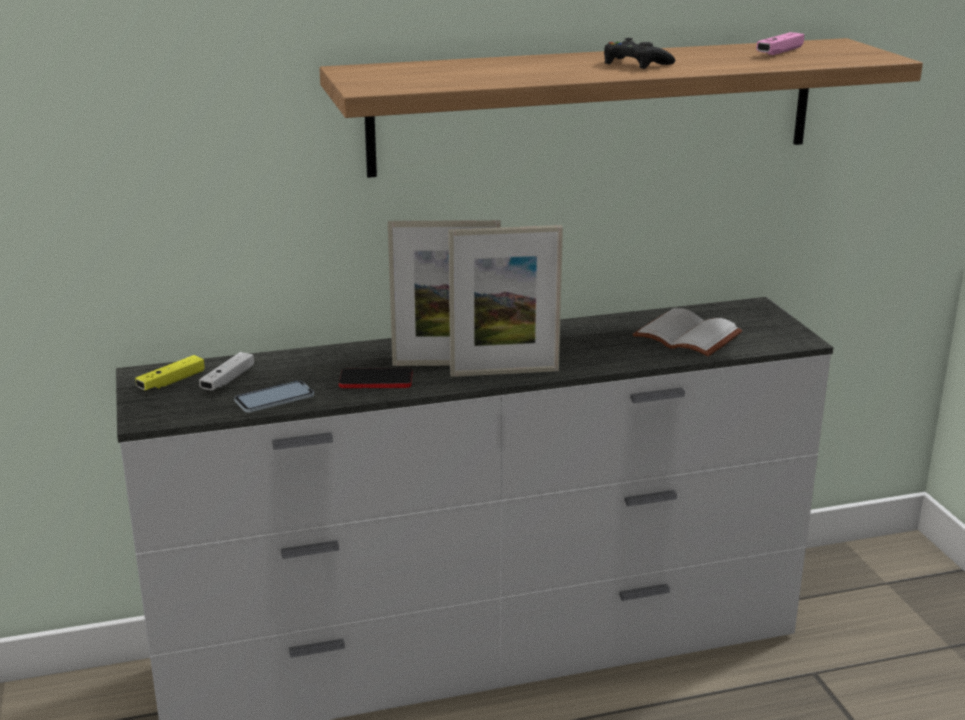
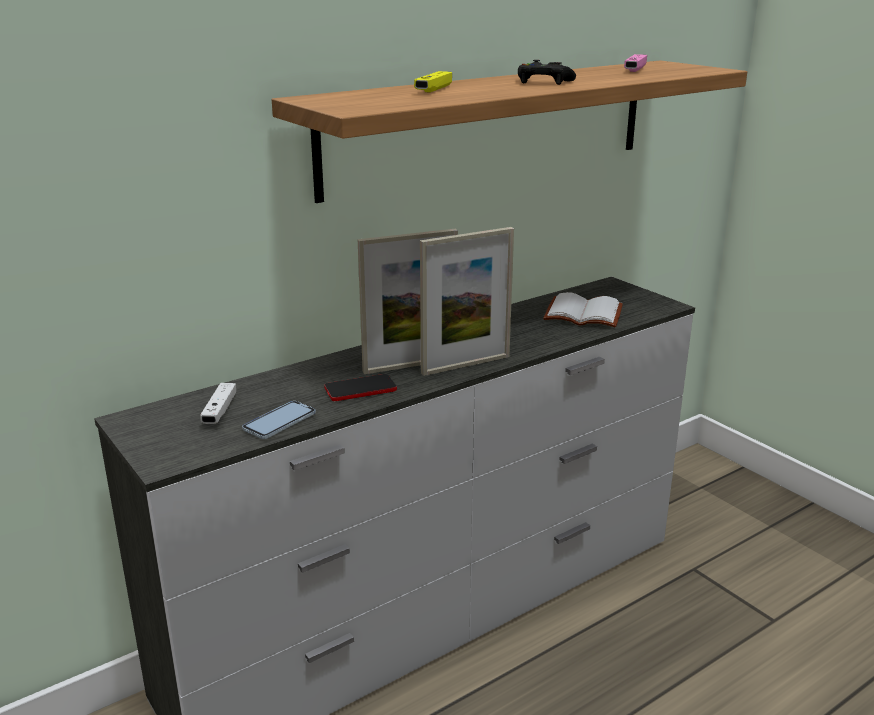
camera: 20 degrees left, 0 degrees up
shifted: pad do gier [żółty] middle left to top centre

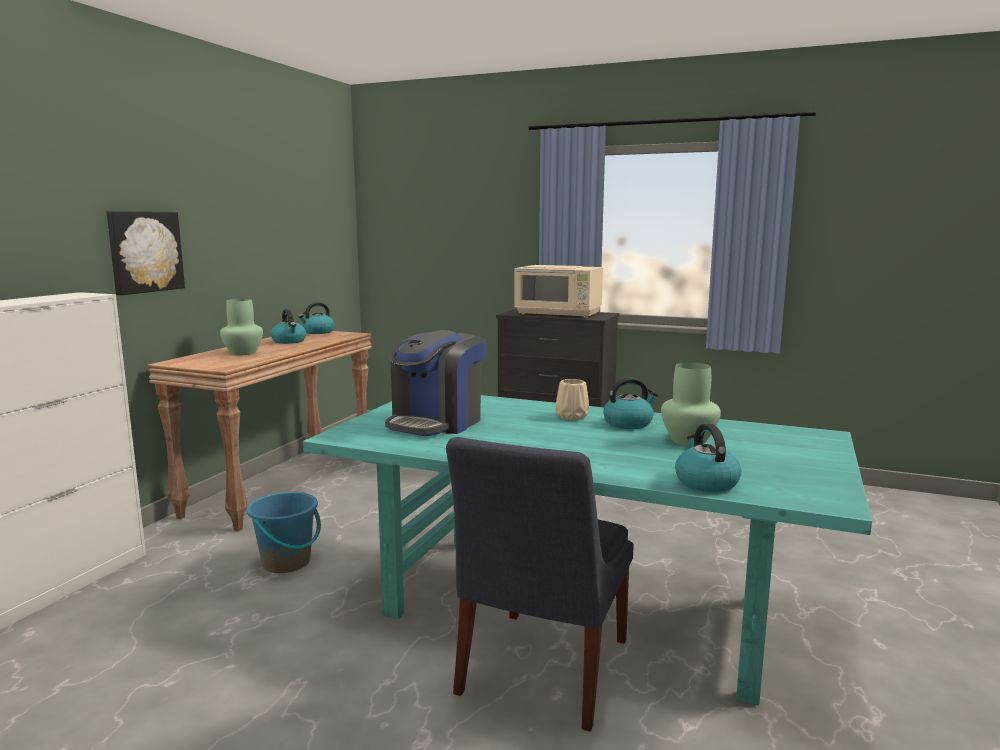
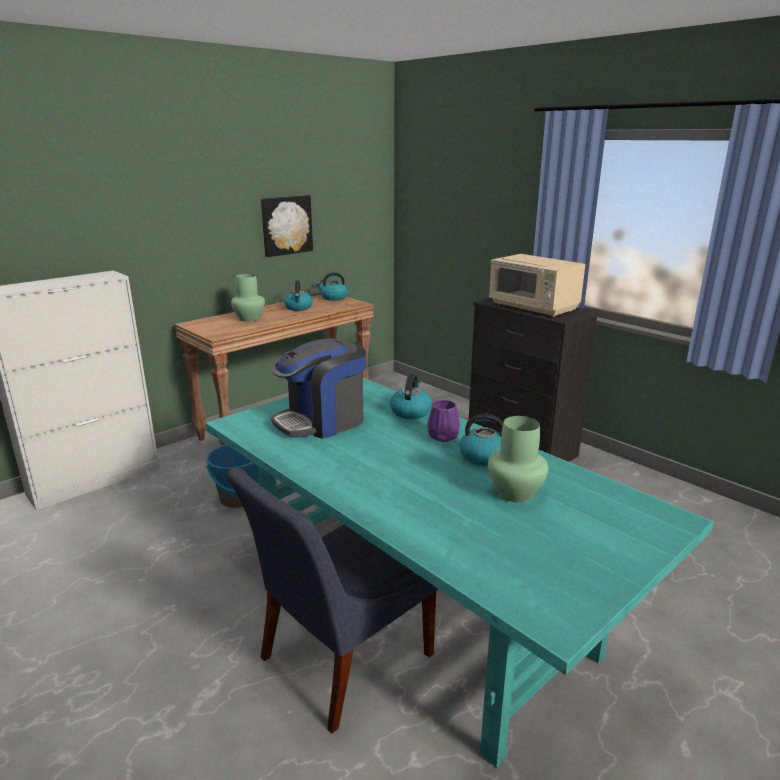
camera: 25 degrees right, 10 degrees up
shifted: obraz middle left to top centre; czajnik (no. 4 from left in the first image) middle right to czajnik (no. 3 from left) centre
repainted: wazon [beżowy] centre to wazon [fioletowy] centre

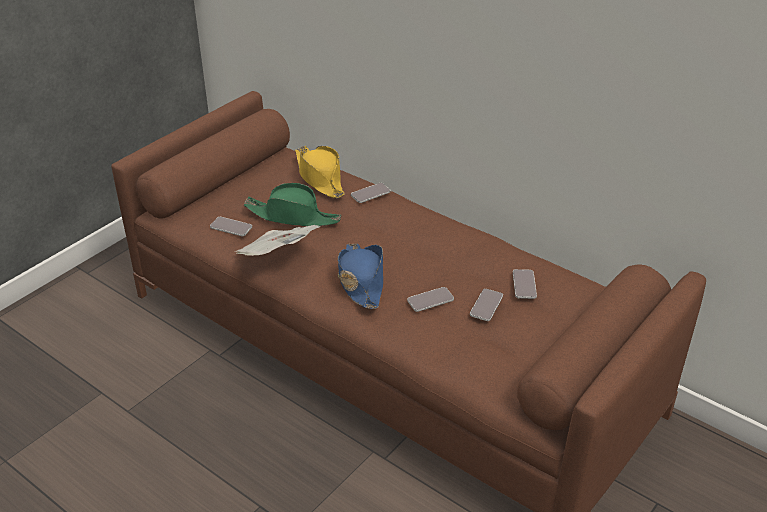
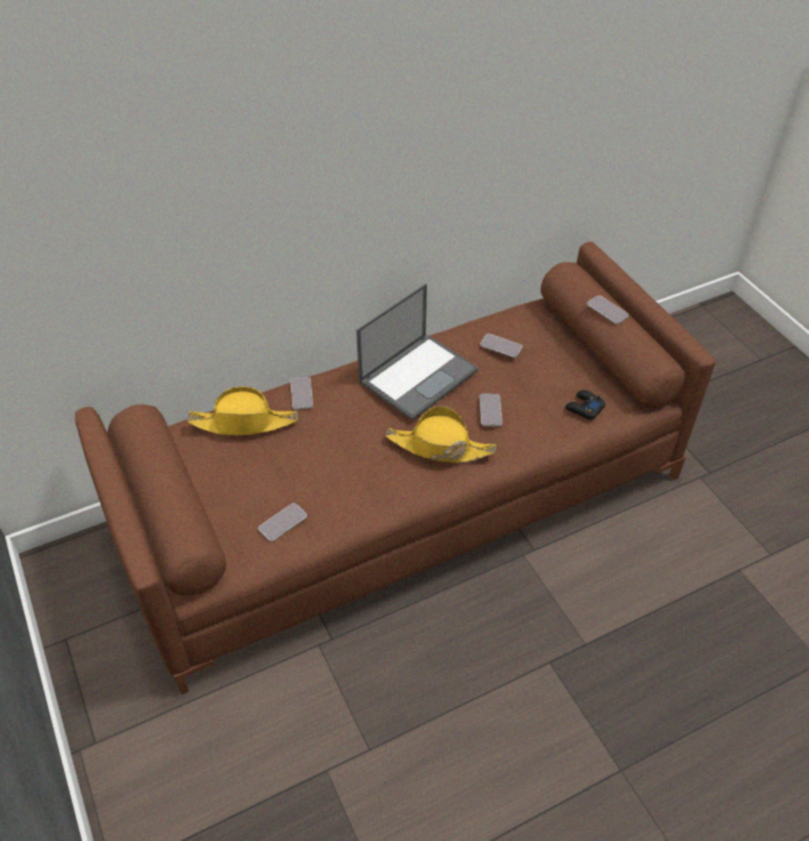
camera: 65 degrees left, 10 degrees up
gone: kapelusz [zielony] centre; gazeta centre
new: laptop centre; pad do gier [czarny] middle right
shifted: telefon (no. 4 from left in the first image) centre to telefon (no. 5 from left) middle right
repainted: kapelusz [niebieski] centre to kapelusz [żółty] (no. 2 from left) centre

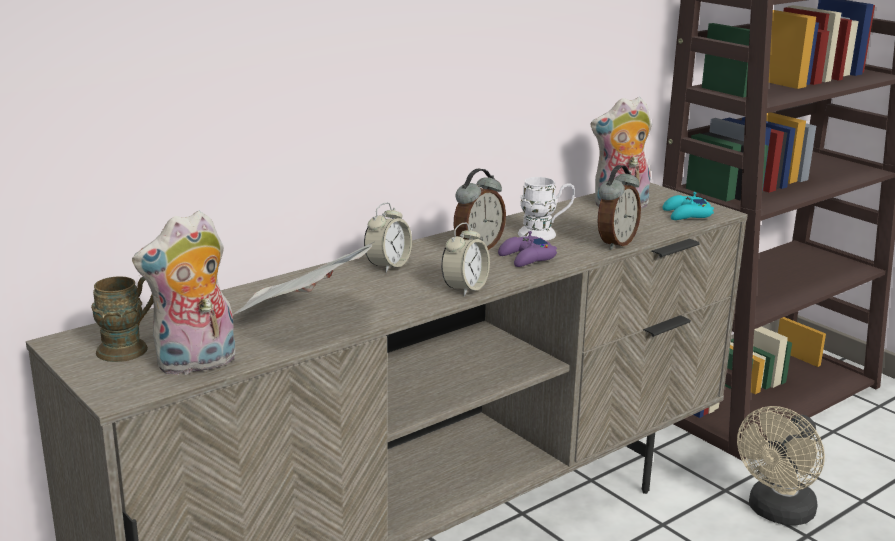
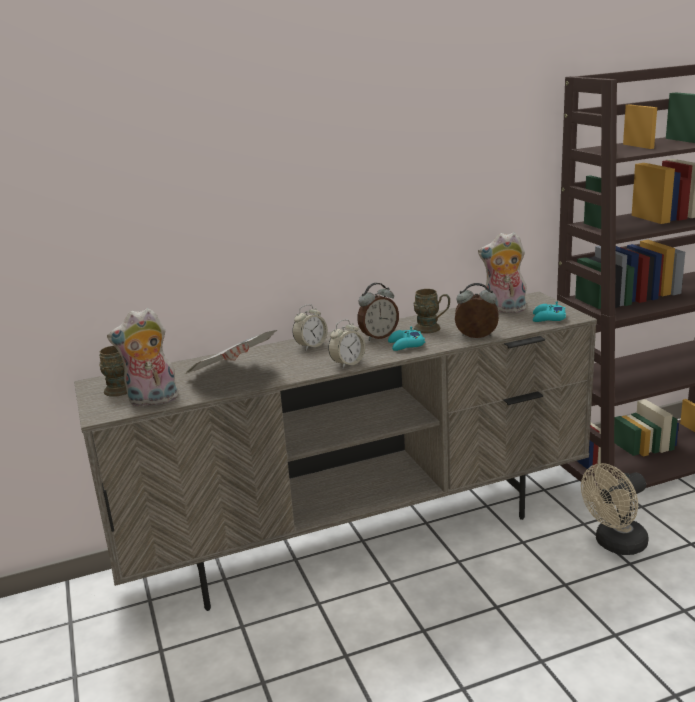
camera: 20 degrees right, 0 degrees up
repainted: kubek [biały] centre to kubek [brązowy] (no. 2 from left) centre; pad do gier [fioletowy] centre to pad do gier [turkusowy] (no. 1 from left) centre
rotated: budzik (no. 4 from left) middle right = middle right 135 degrees counterclockwise

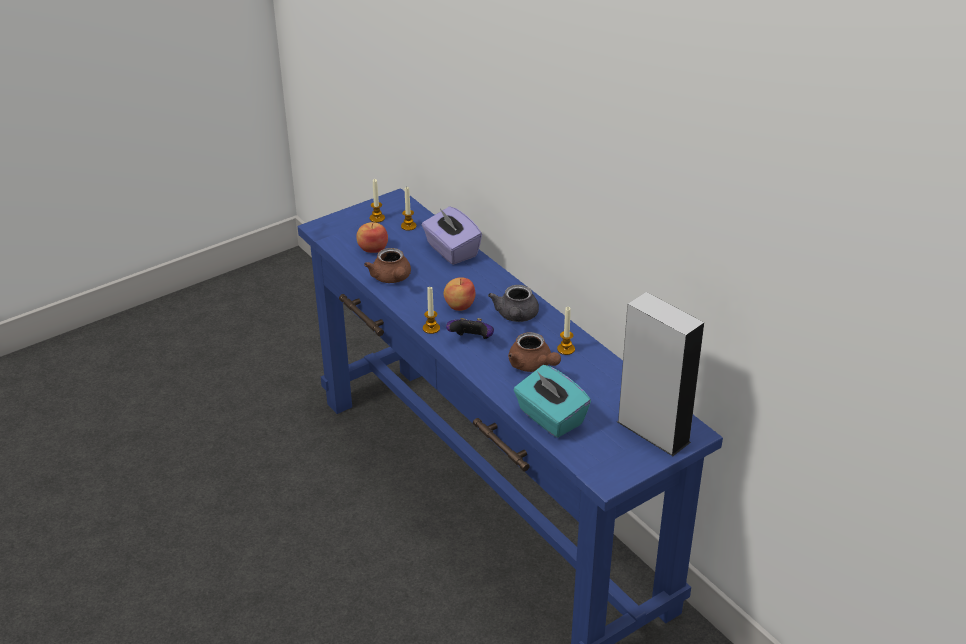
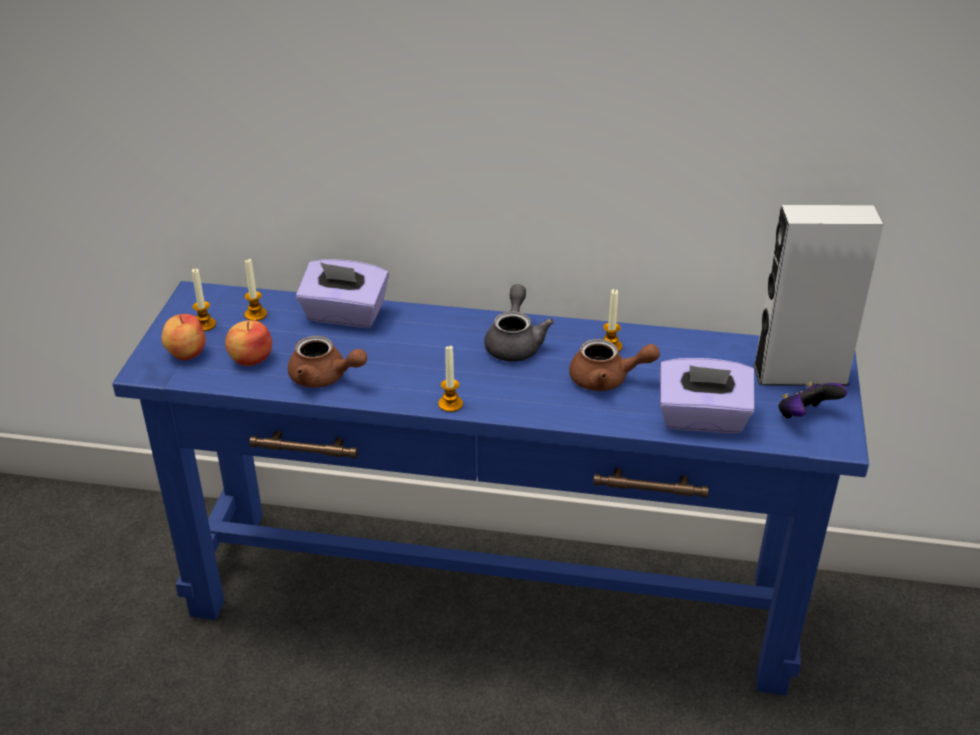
camera: 45 degrees left, 0 degrees up
shifted: jabłko (no. 2 from left in the first image) centre to jabłko (no. 1 from left) middle left; pad do gier centre to middle right
repainted: pudełko chusteczek [turkusowy] centre to pudełko chusteczek [fioletowy] (no. 2 from left) middle right
rotated: imbryk [szary] centre = centre 135 degrees counterclockwise

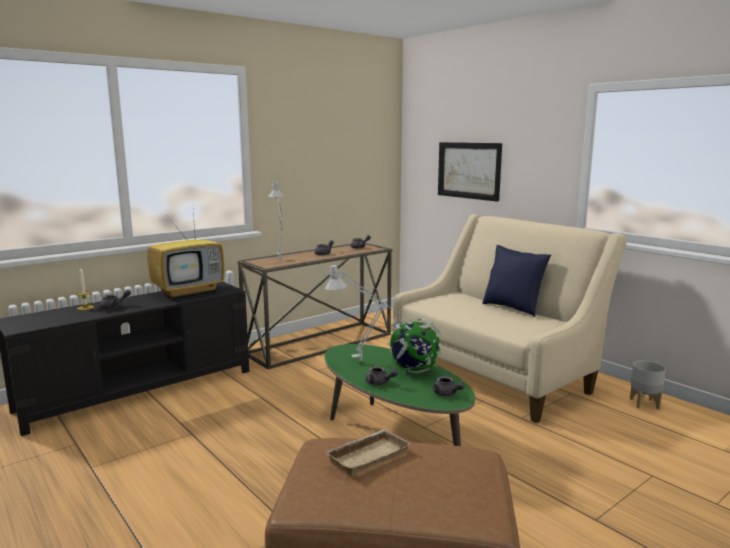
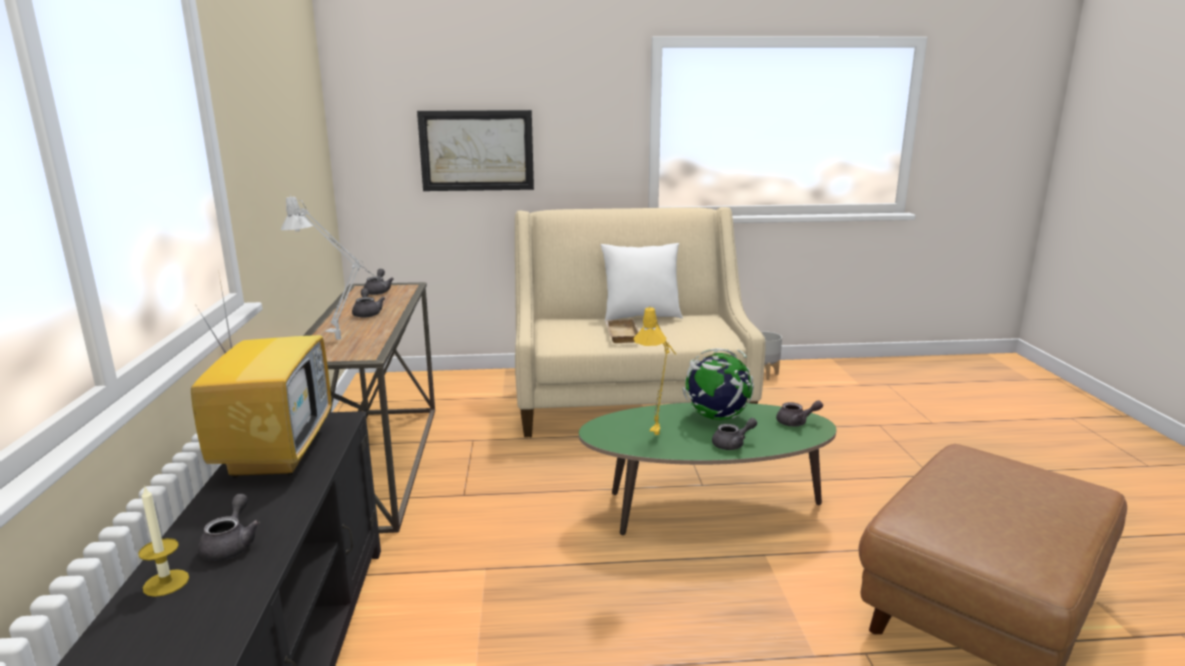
camera: 55 degrees left, 5 degrees up
shifted: taca [beżowy] bottom centre to centre
repainted: poduszka [niebieski] middle right to poduszka [biały] centre; lampa stołowa [szary] (no. 2 from left) centre to lampa stołowa [żółty] centre

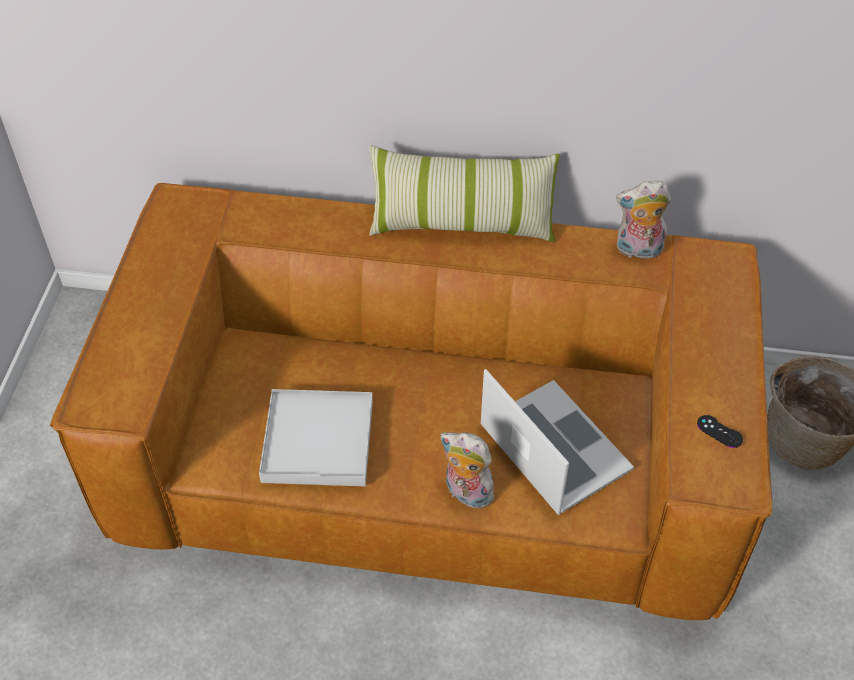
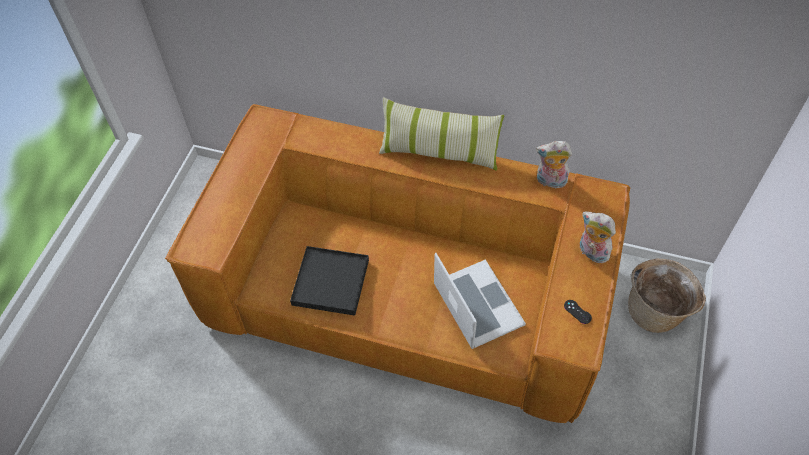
camera: 10 degrees right, 5 degrees up
shifted: pluszak (no. 1 from left in the first image) bottom centre to pluszak (no. 2 from left) middle right
repainted: taca [biały] centre to taca [czarny] centre

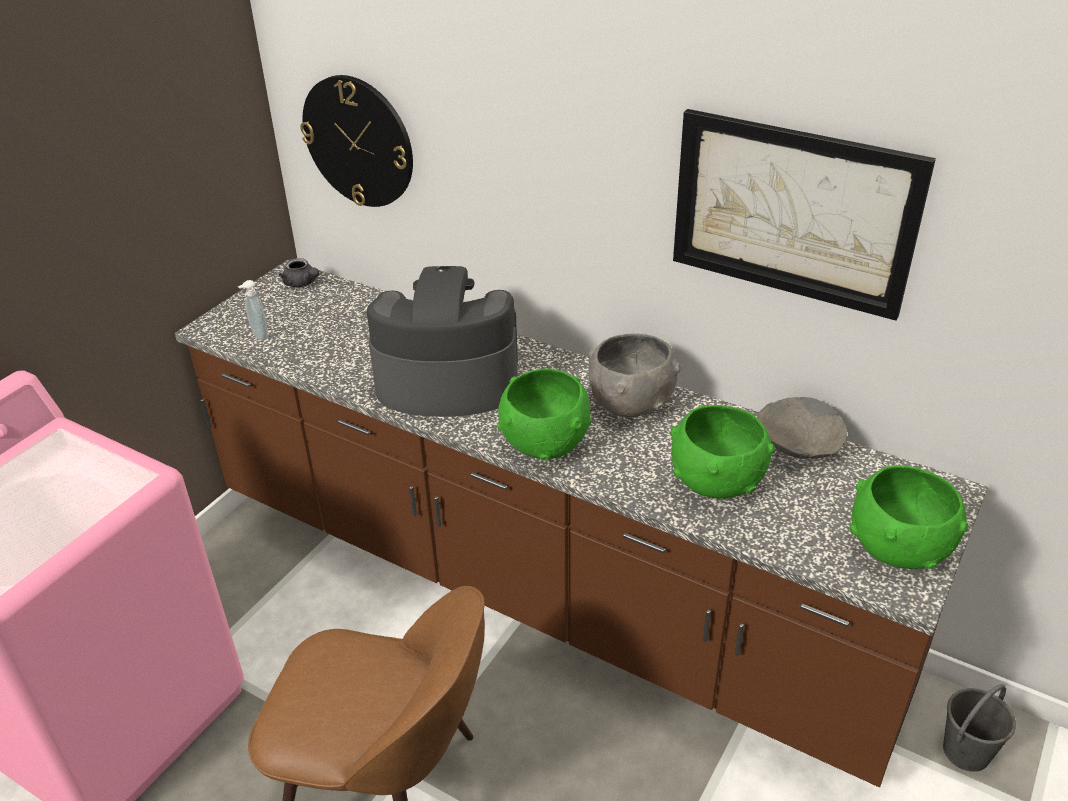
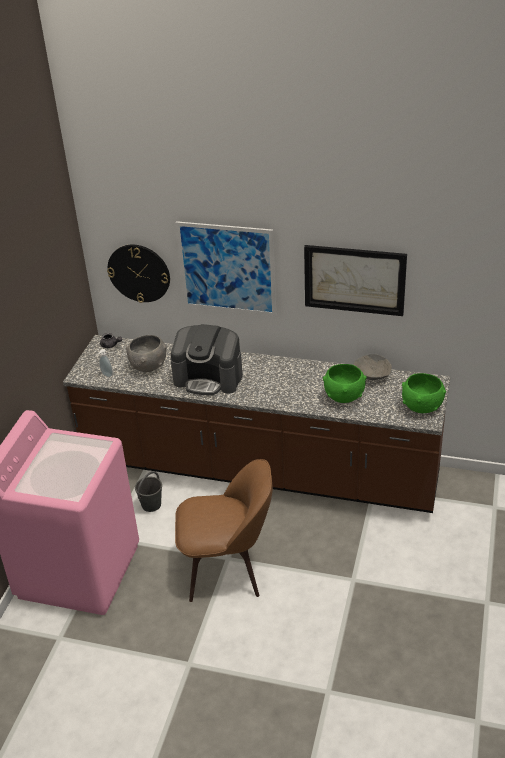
camera: 15 degrees left, 0 degrees up
gone: miska [zielony] (no. 1 from left) centre
new: obraz (no. 1 from left) centre
shifted: miska [szary] (no. 1 from left) centre to middle left; wiadro [szary] bottom right to middle left
rotated: ekspres do kawy centre = centre 150 degrees counterclockwise

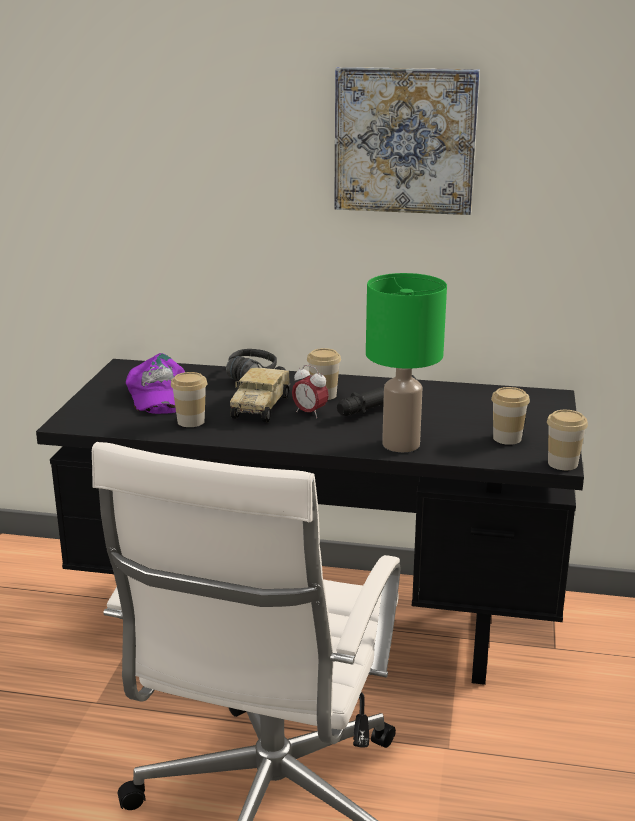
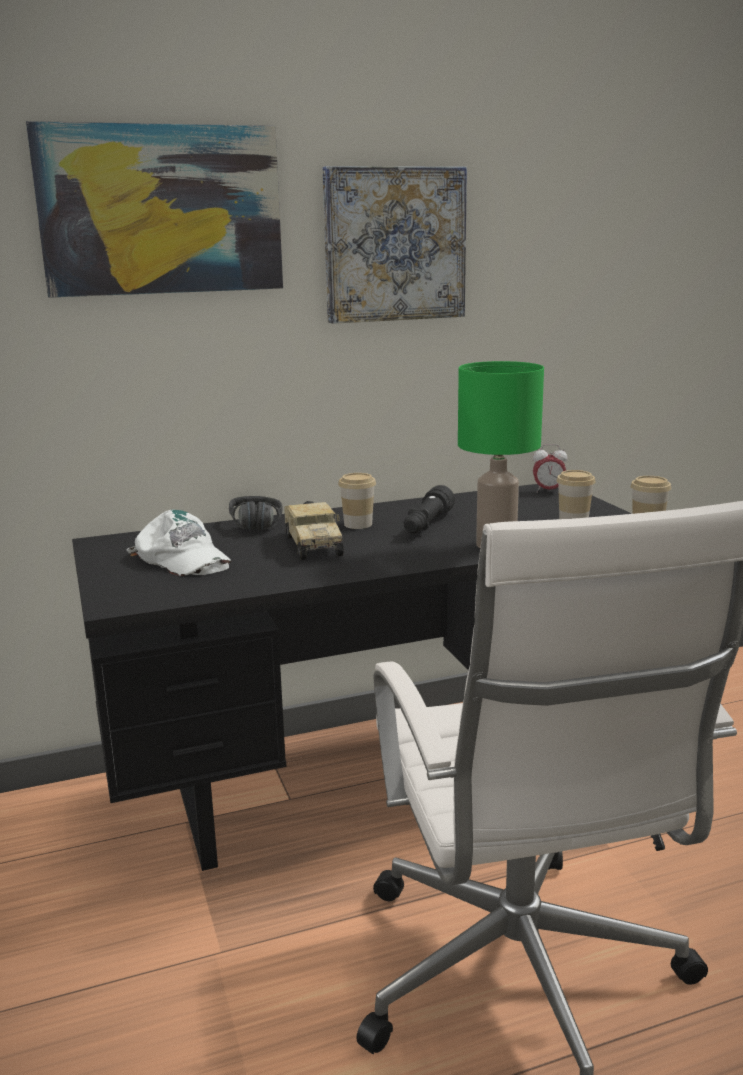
camera: 30 degrees left, 5 degrees down
gone: filiżanka (no. 1 from left) middle left
new: obraz (no. 1 from left) top left
shifted: budzik centre to middle right
repainted: czapka z daszkiem [fioletowy] middle left to czapka z daszkiem [biały] middle left

